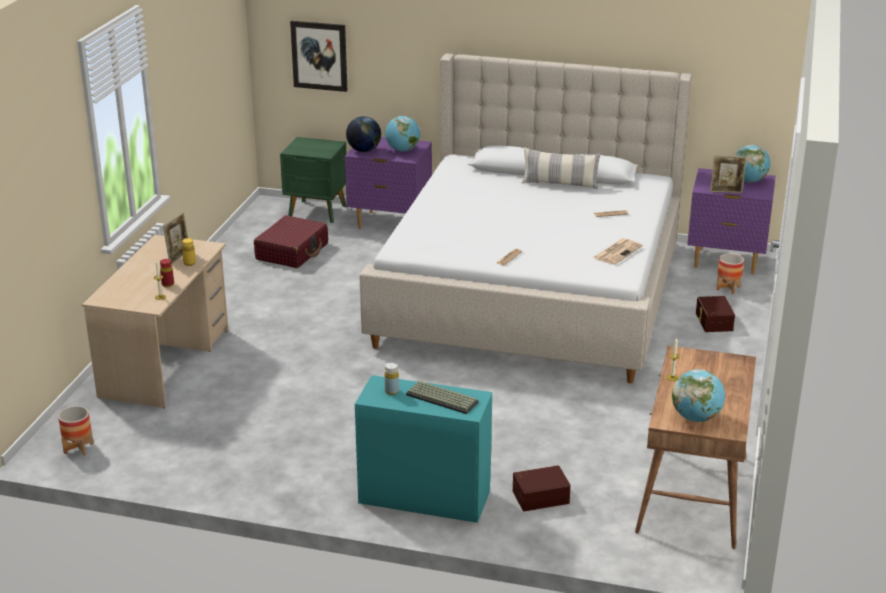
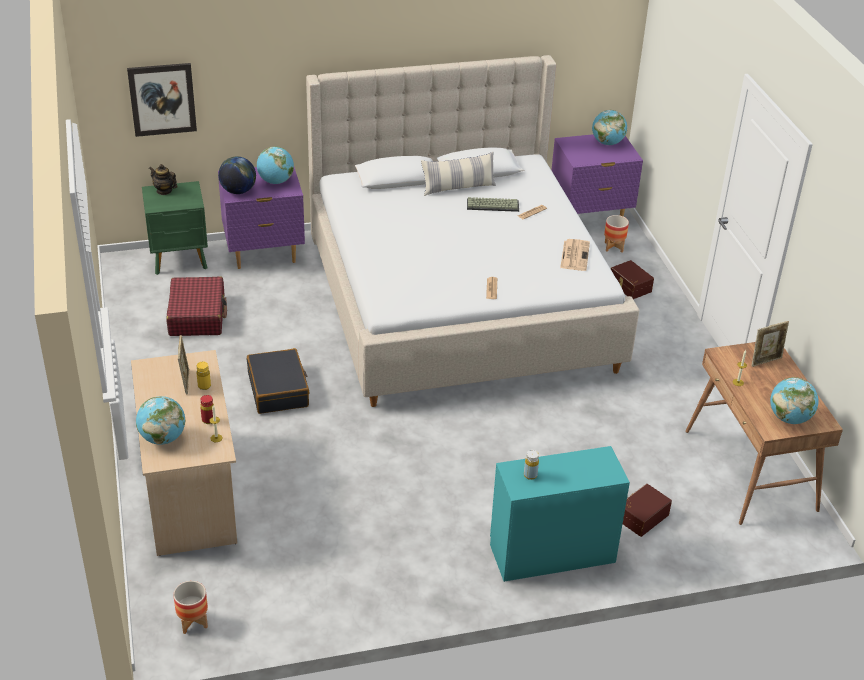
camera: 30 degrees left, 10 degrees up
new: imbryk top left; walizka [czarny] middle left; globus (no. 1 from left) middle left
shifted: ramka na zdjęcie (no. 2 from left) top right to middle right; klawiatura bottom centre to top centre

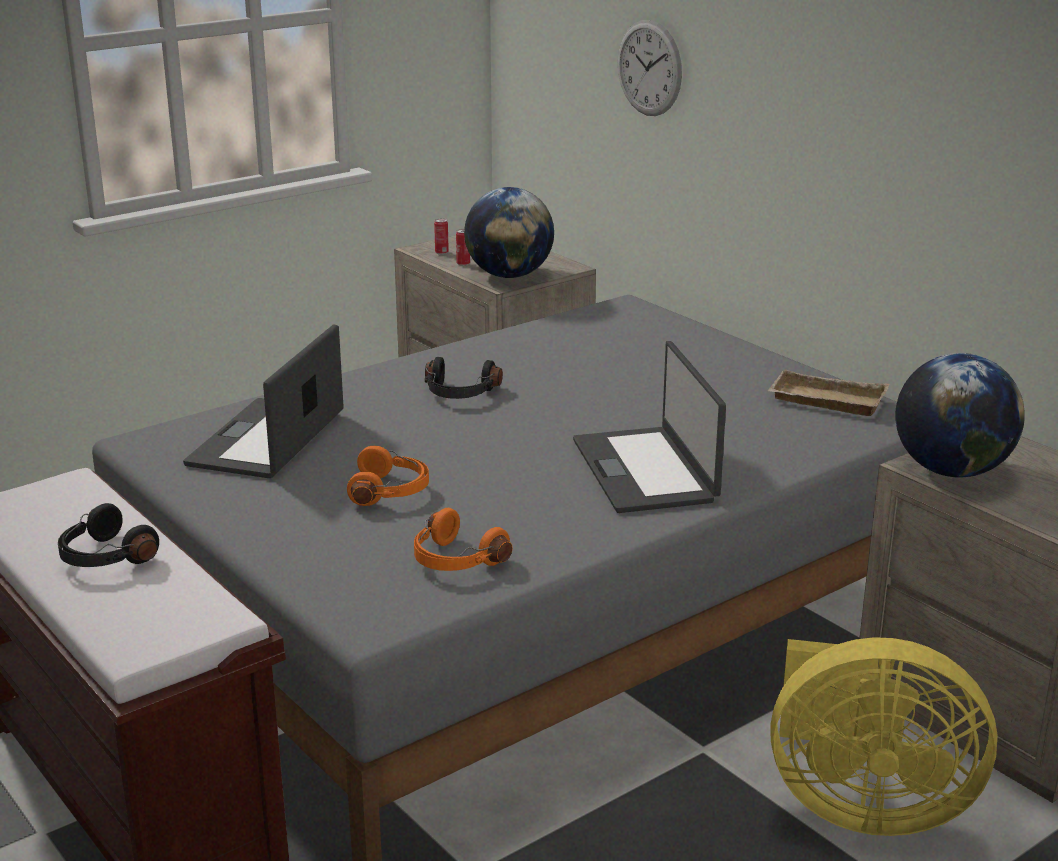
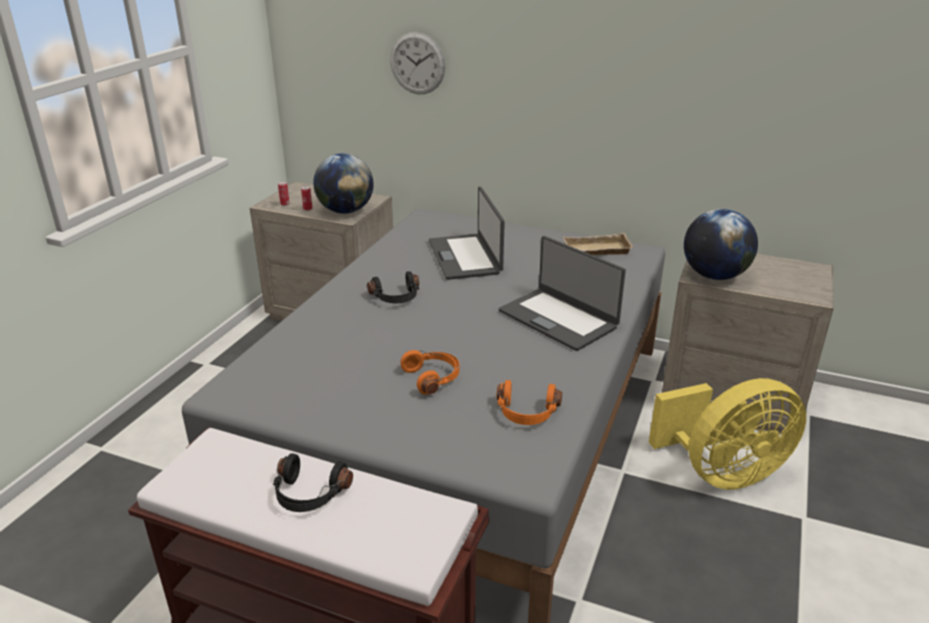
camera: 30 degrees left, 5 degrees up
shifted: laptop (no. 1 from left) middle left to centre

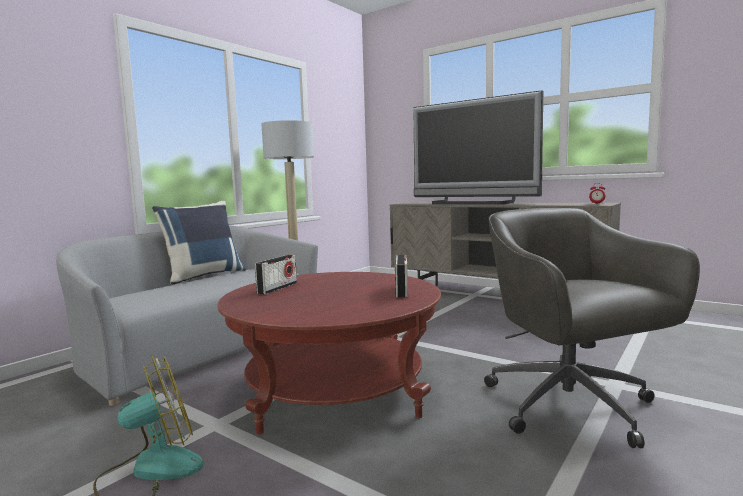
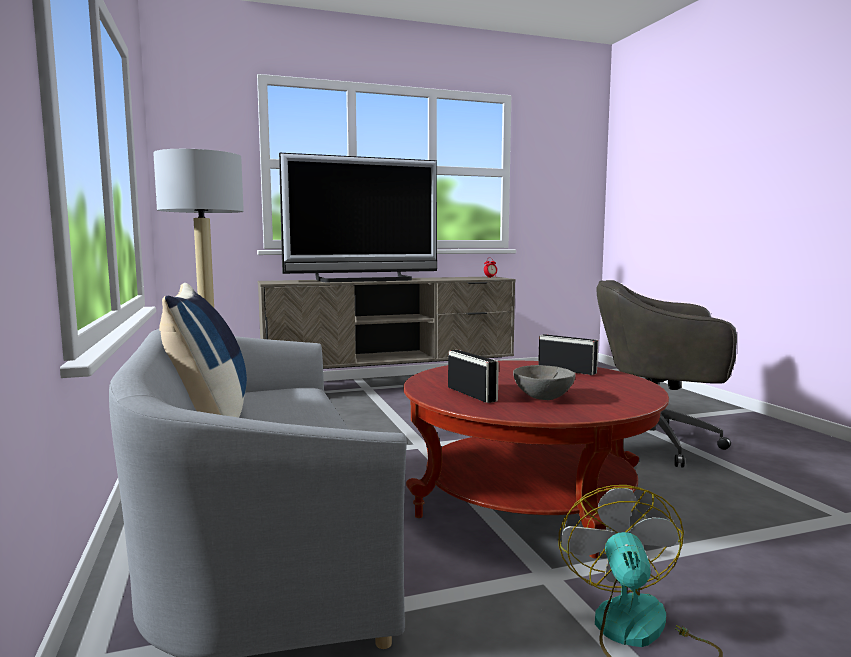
camera: 55 degrees left, 0 degrees up
new: miska [szary] centre

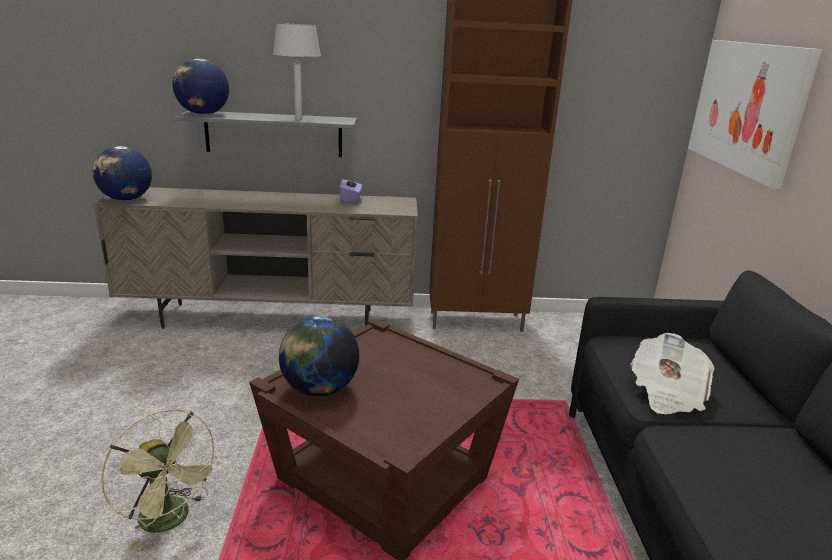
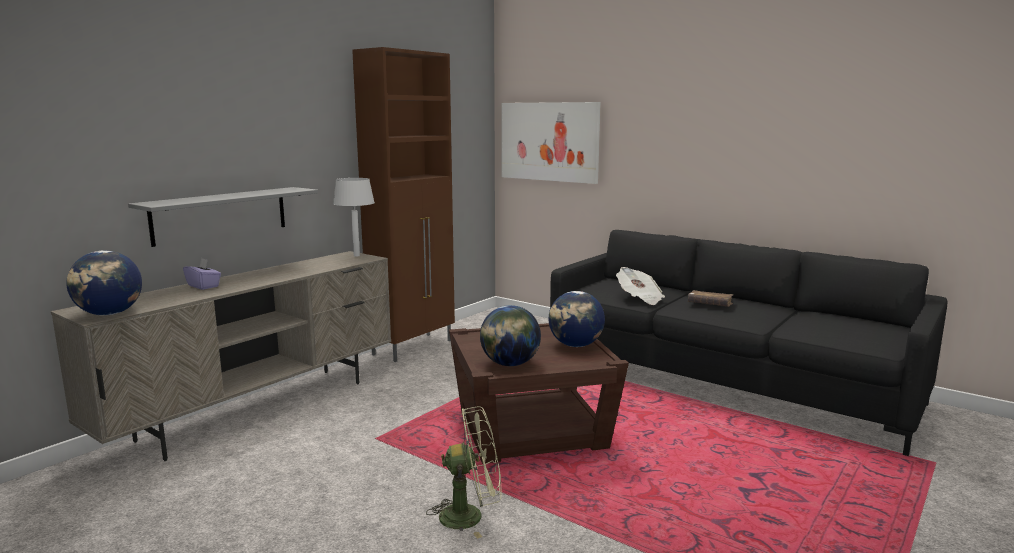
camera: 50 degrees left, 10 degrees down
new: książka [brązowy] middle right
shifted: lampa stołowa [szary] top centre to centre; globus (no. 2 from left in the first image) top left to globus (no. 3 from left) centre; pudełko chusteczek [fioletowy] centre to middle left

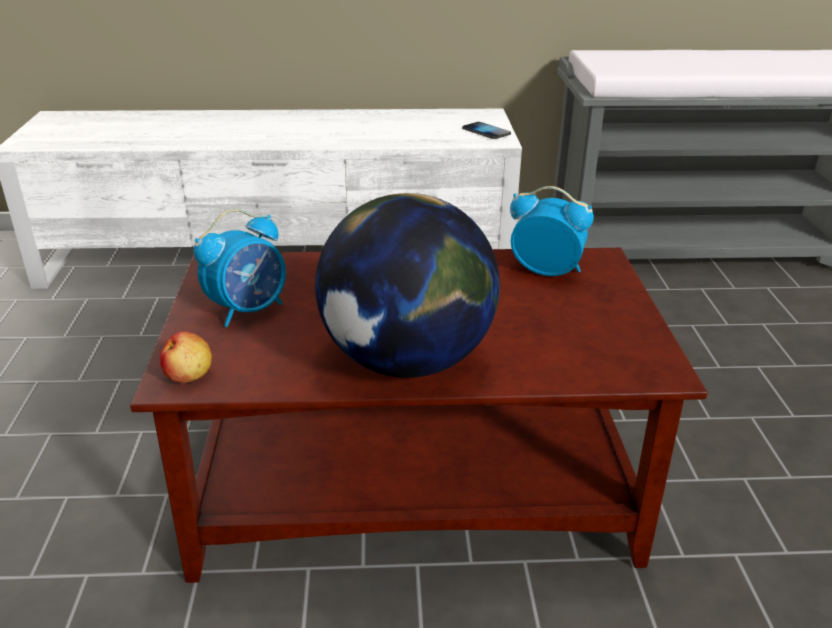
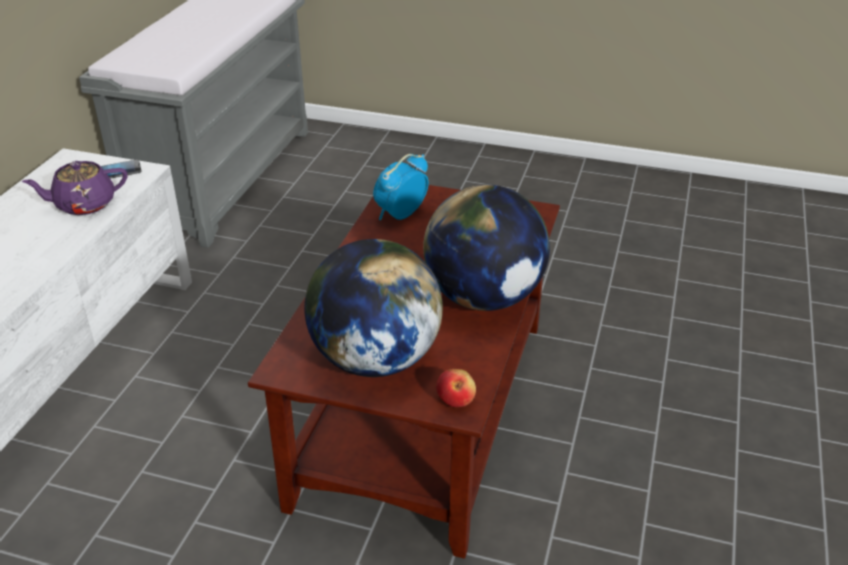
camera: 70 degrees left, 5 degrees up
new: imbryk [fioletowy] top left
swapped: budzik (no. 1 from left) middle left to globus (no. 1 from left) centre

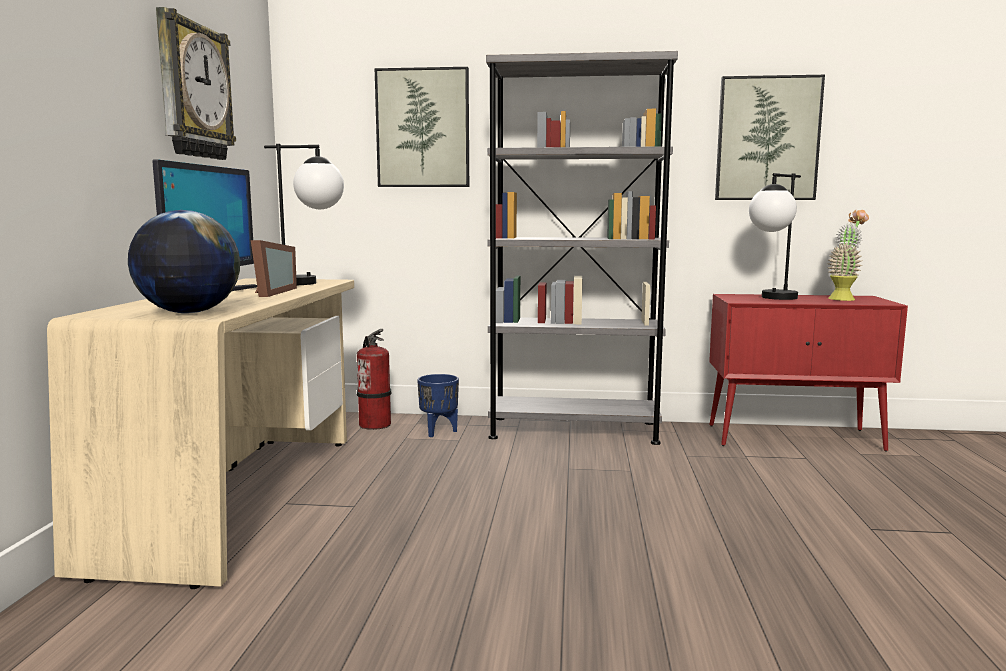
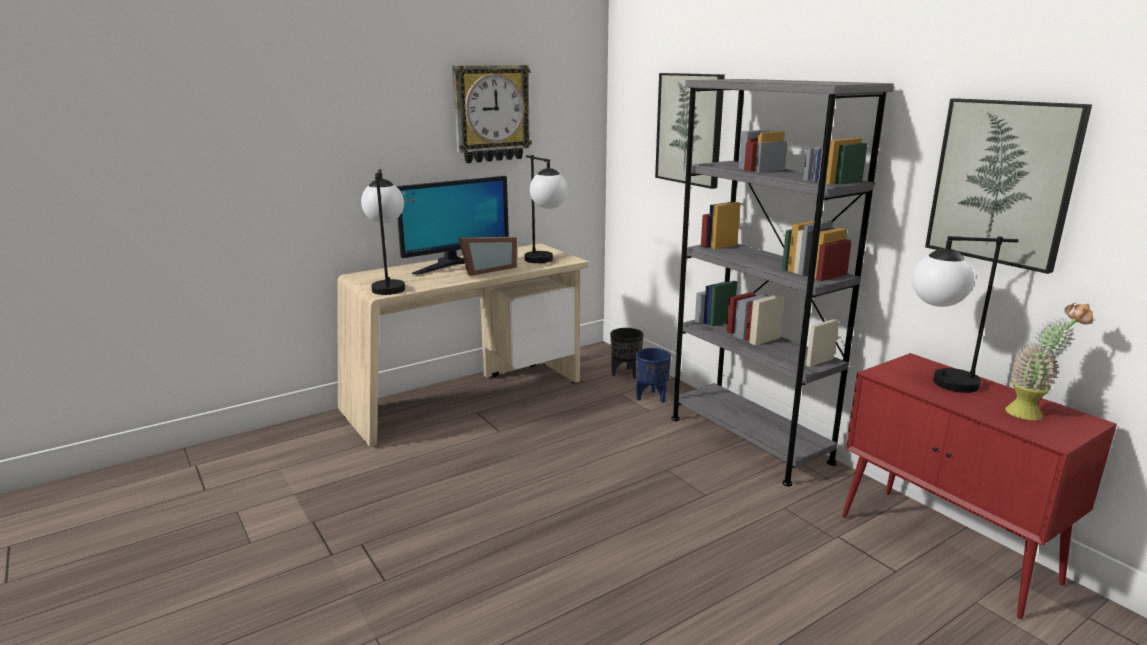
camera: 50 degrees right, 10 degrees up
swapped: globus middle left to lampa stołowa (no. 1 from left) centre; gaśnica centre to donica [czarny] centre

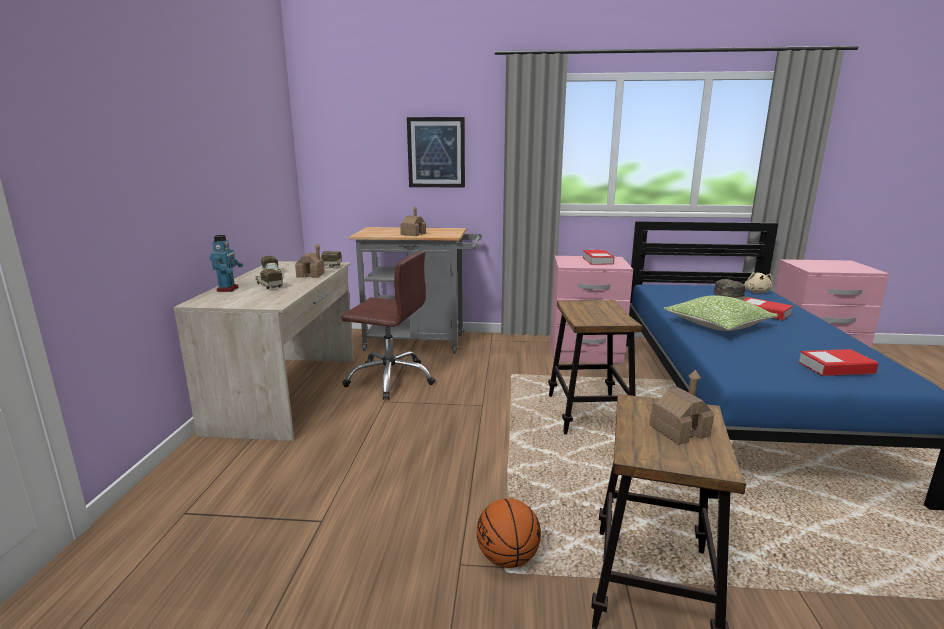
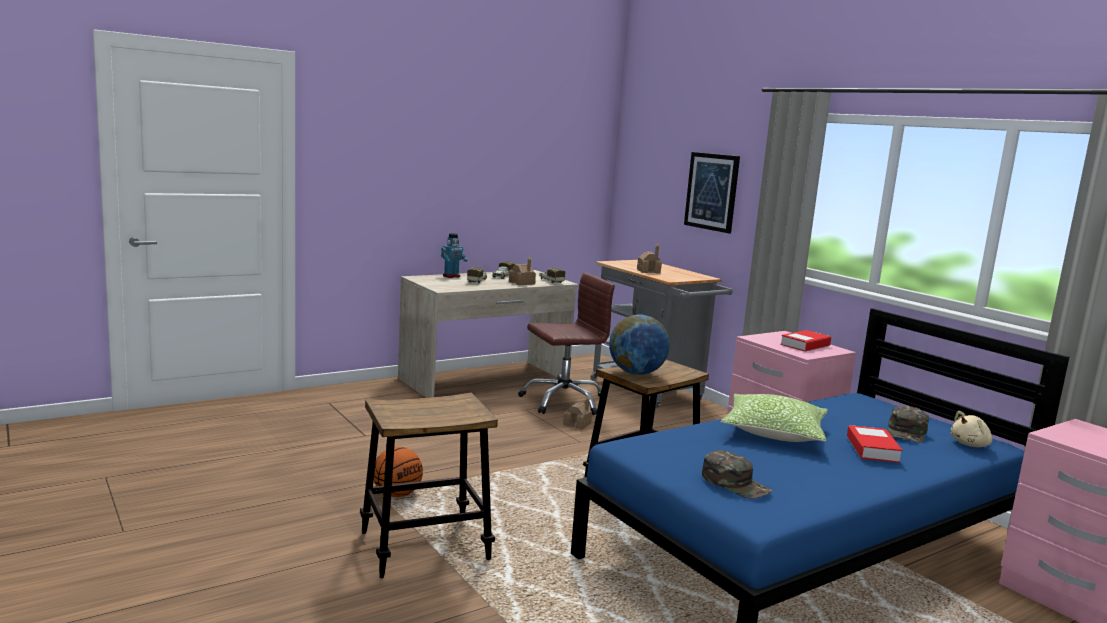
camera: 50 degrees right, 5 degrees down
new: globus centre
shifted: domek (no. 3 from left in the first image) middle right to domek (no. 2 from left) centre
swapped: książka (no. 3 from left) middle right to czapka z daszkiem [zielony] (no. 1 from left) bottom centre
rotated: krzesło biurowe [brązowy] centre = centre 90 degrees counterclockwise

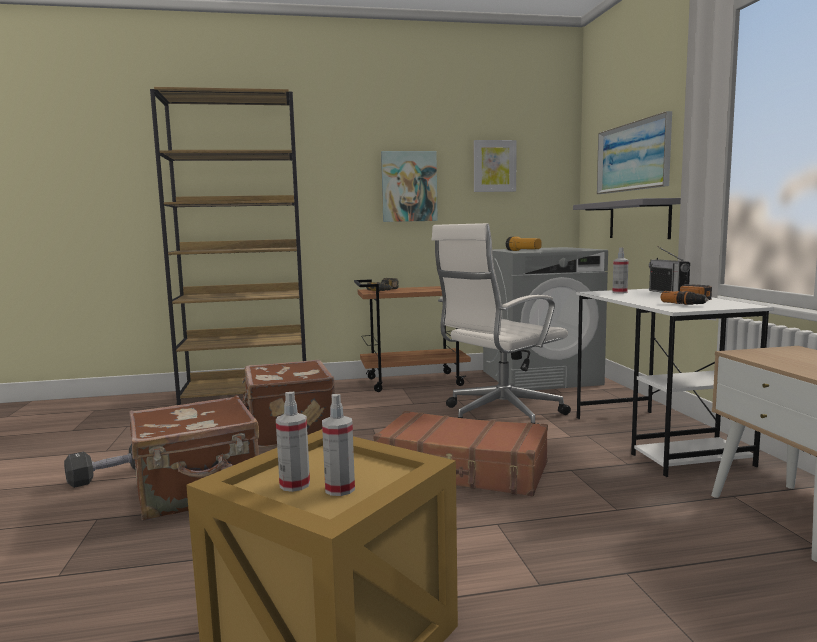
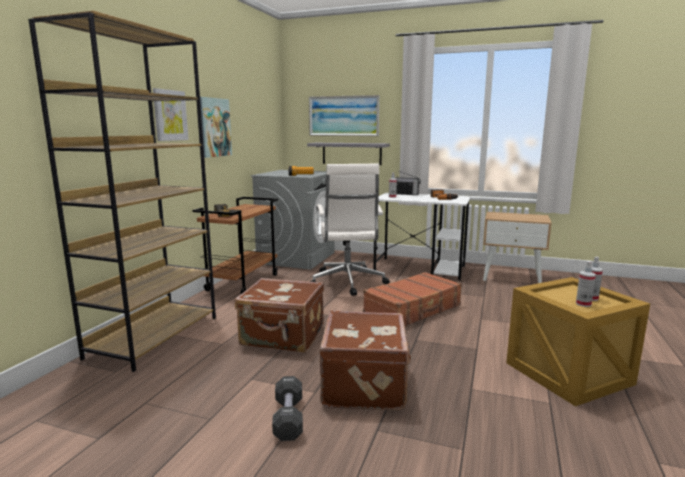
camera: 60 degrees left, 5 degrees up
shifted: obraz (no. 2 from left in the first image) top centre to obraz (no. 1 from left) top left

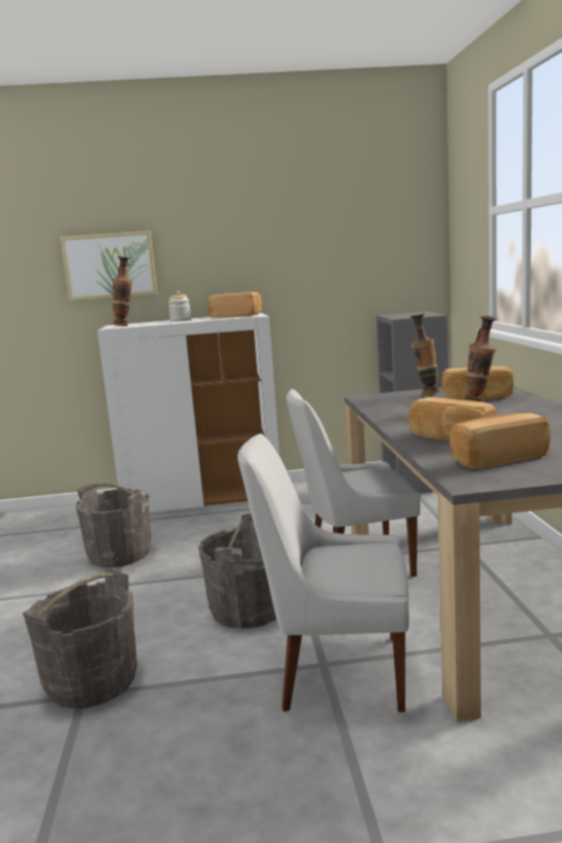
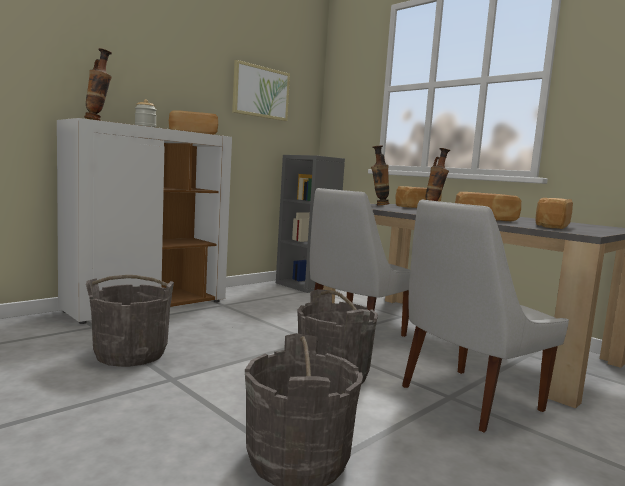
camera: 40 degrees left, 5 degrees down
shifted: obraz top left to top centre

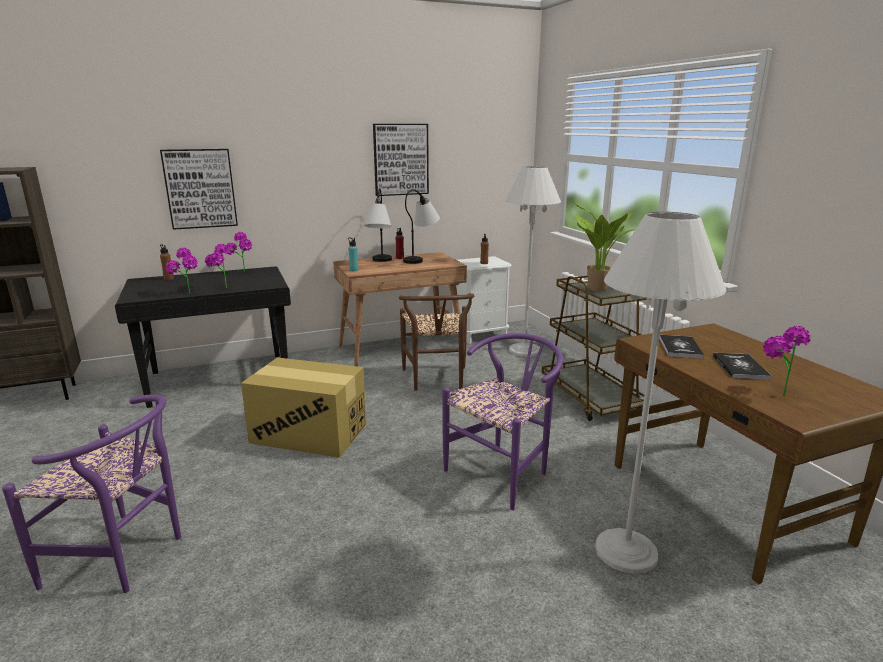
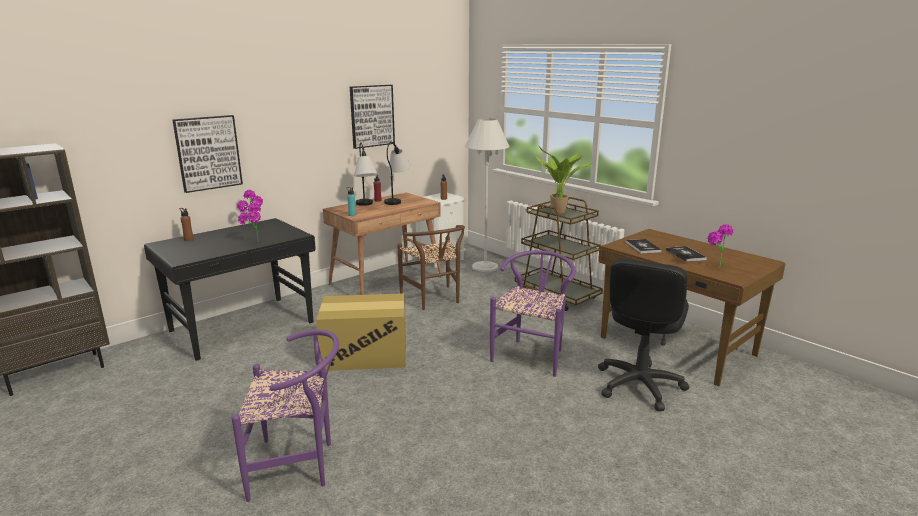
camera: 20 degrees left, 0 degrees up
gone: roślina doniczkowa (no. 1 from left) middle left
swapped: lampa stojąca [biały] (no. 2 from left) middle right to krzesło biurowe [czarny] middle right

